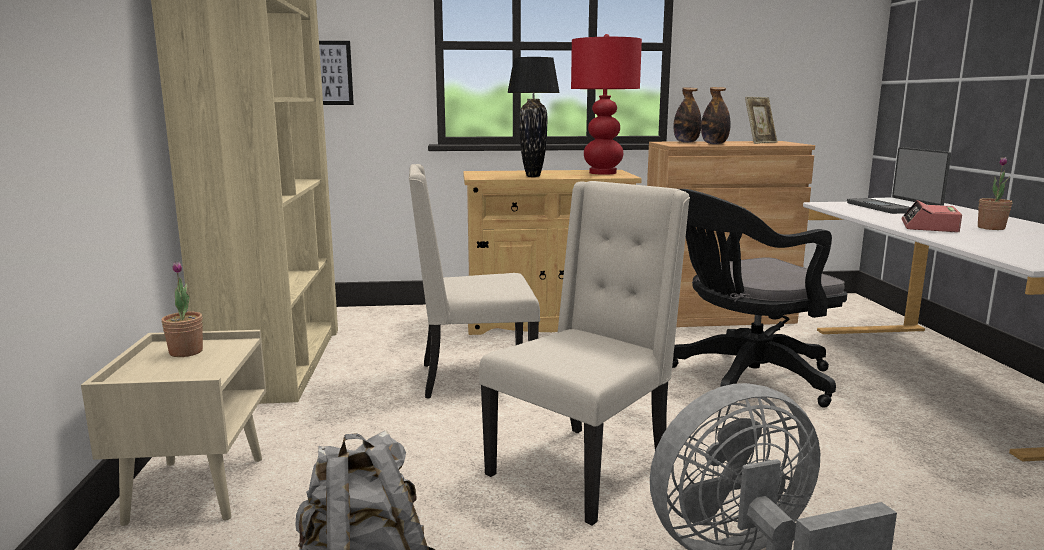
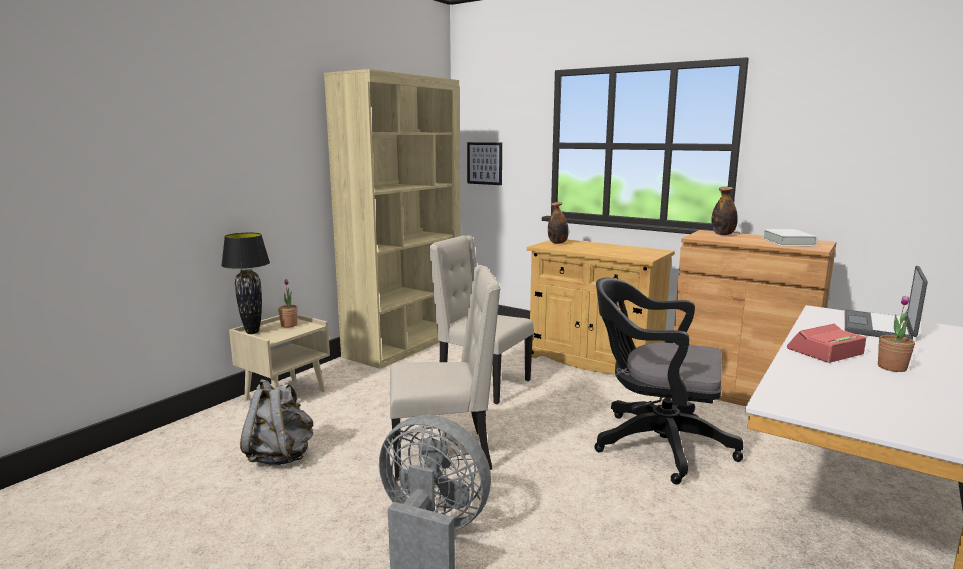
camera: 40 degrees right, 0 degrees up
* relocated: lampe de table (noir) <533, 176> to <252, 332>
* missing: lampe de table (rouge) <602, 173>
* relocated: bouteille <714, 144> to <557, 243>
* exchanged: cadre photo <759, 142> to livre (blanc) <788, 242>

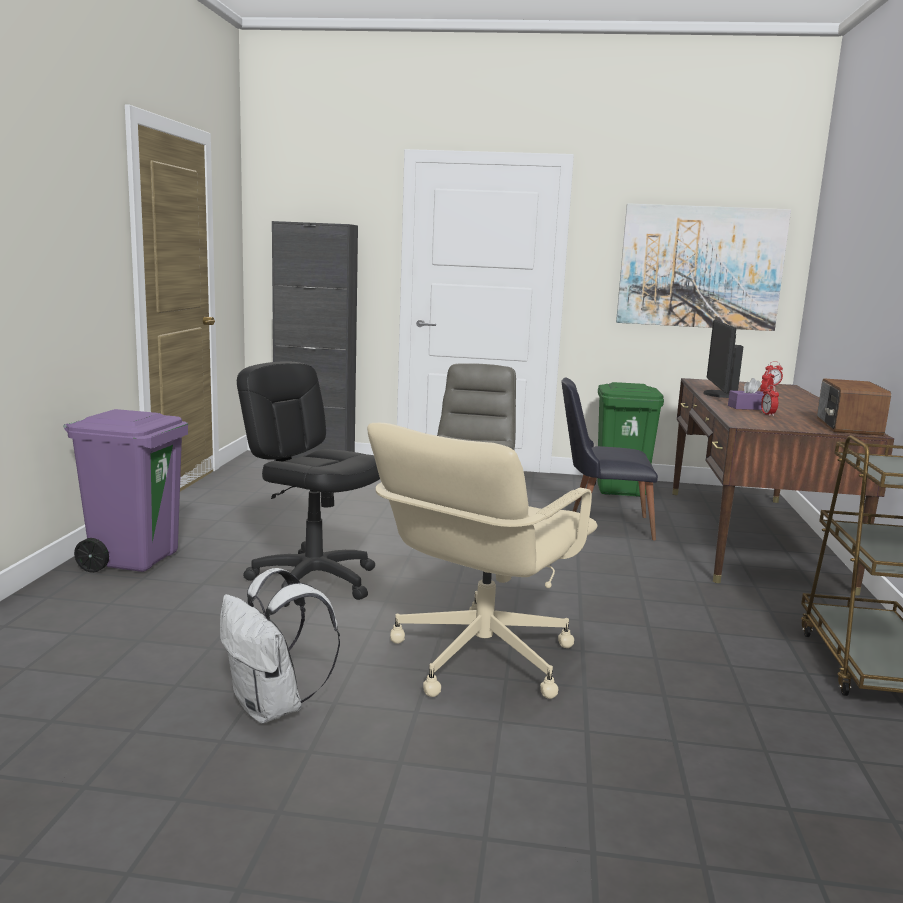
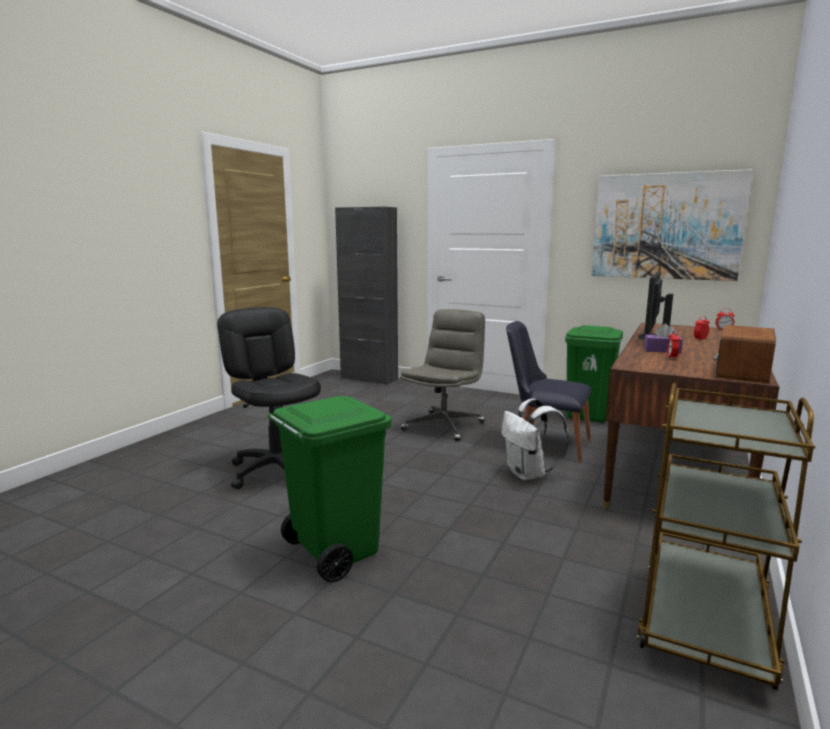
camera: 20 degrees right, 0 degrees up
* missing: poubelle (violet) <134, 559>
* relocated: sac à dos (blanc) <272, 708> to <528, 474>
* exchanged: chaise de bureau (beige) <479, 658> to poubelle (vert) <334, 551>

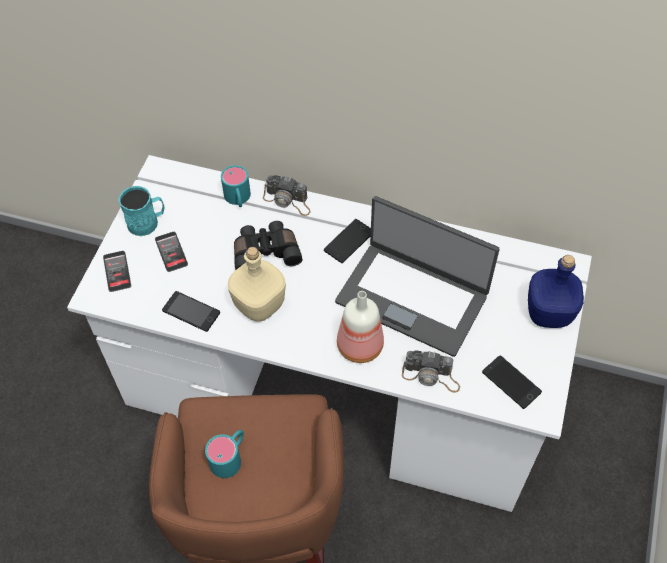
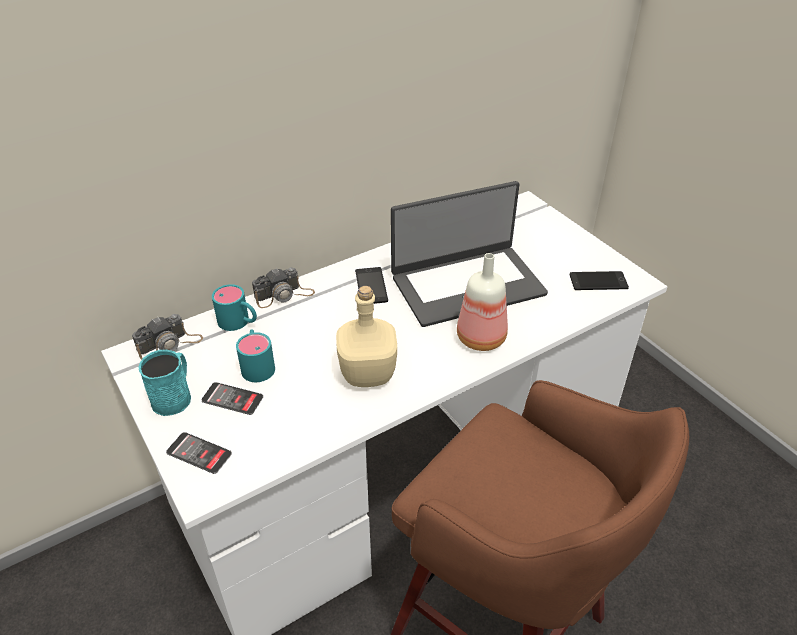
camera: 50 degrees left, 15 degrees down
* missing: téléphone <191, 311>
* relocated: mug (turquoise) <230, 457> to <257, 364>
* missing: jumelles (noir) <266, 252>
* relocated: appareil photo <431, 376> to <169, 344>
* missing: bouteille (bleu) <549, 314>

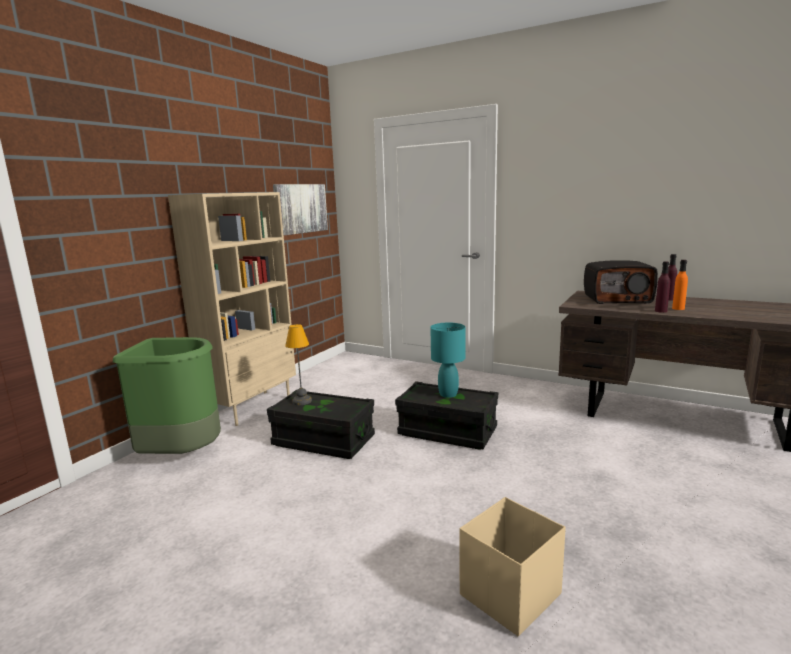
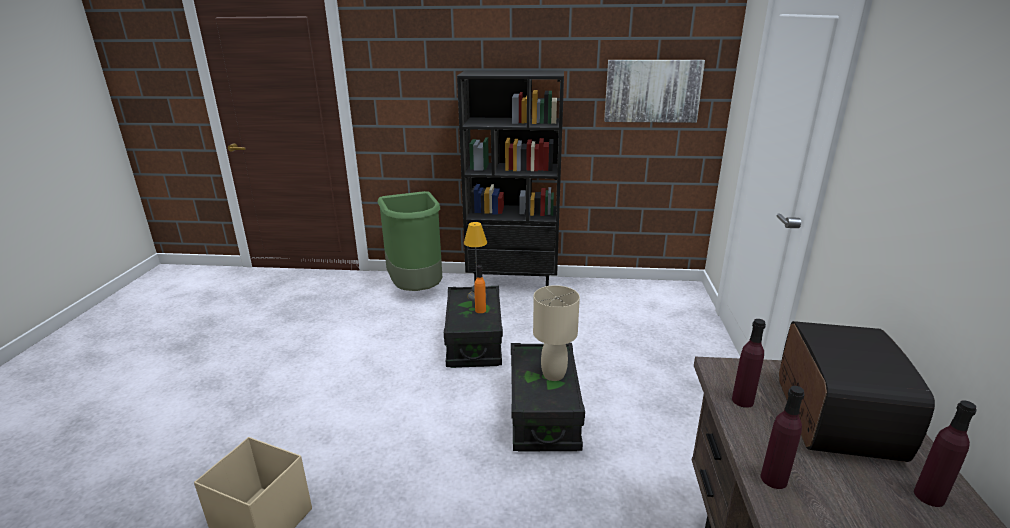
camera: 65 degrees right, 10 degrees up
* colour: bibliothèque (beige) <251, 407> to bibliothèque (noir) <513, 284>
* colour: lampe de table (turquoise) <448, 394> to lampe de table (beige) <553, 375>
* spun: radio <617, 299> = <832, 417> 150 degrees counterclockwise
* relocated: bouteille (orange) <678, 308> to <480, 310>
* appeared: bouteille (violet) <742, 400>

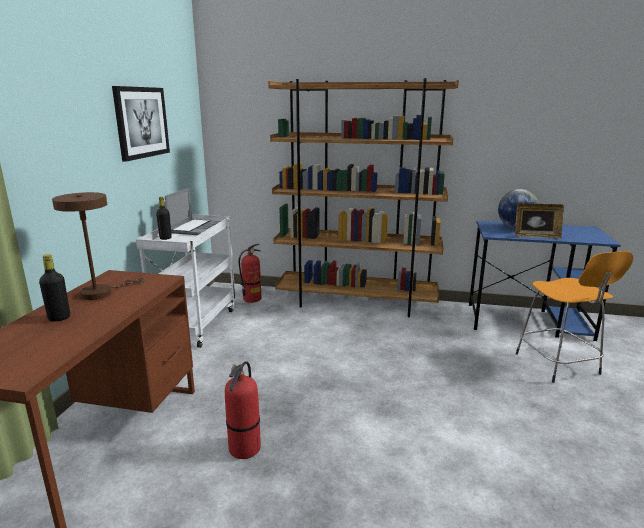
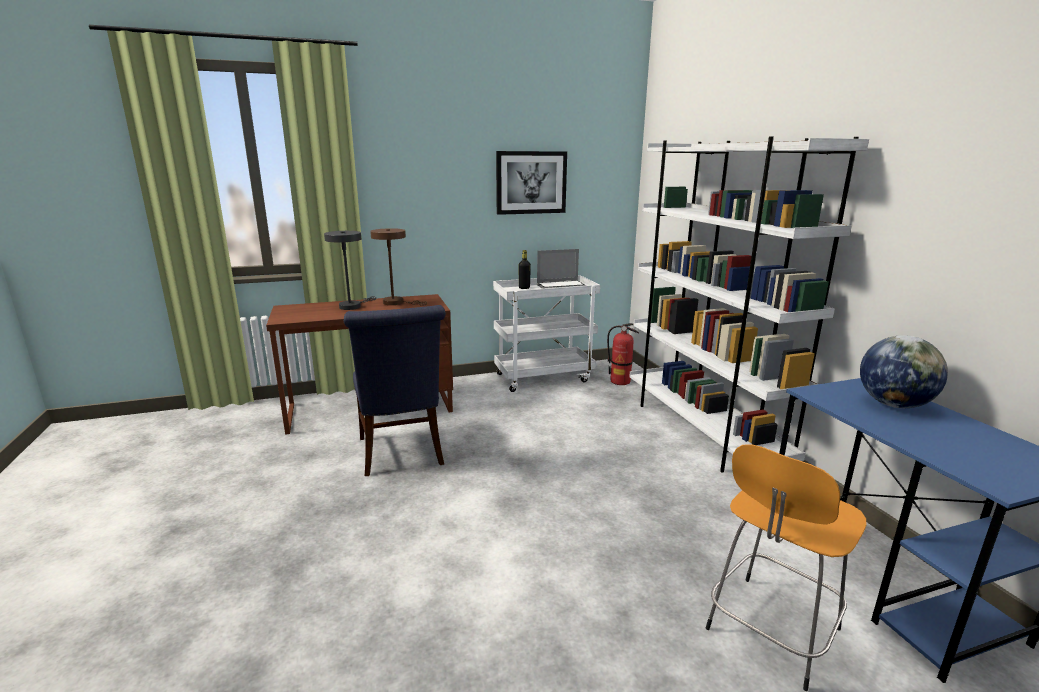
camera: 60 degrees right, 0 degrees up
* exchanged: bouteille (noir) <59, 318> to lampe de table (gris) <352, 306>
* exchanged: extincteur <245, 449> to chaise (bleu) <402, 454>
* colour: bibliothèque (marron) <357, 303> to bibliothèque (blanc) <701, 431>
* missing: cadre photo <536, 236>

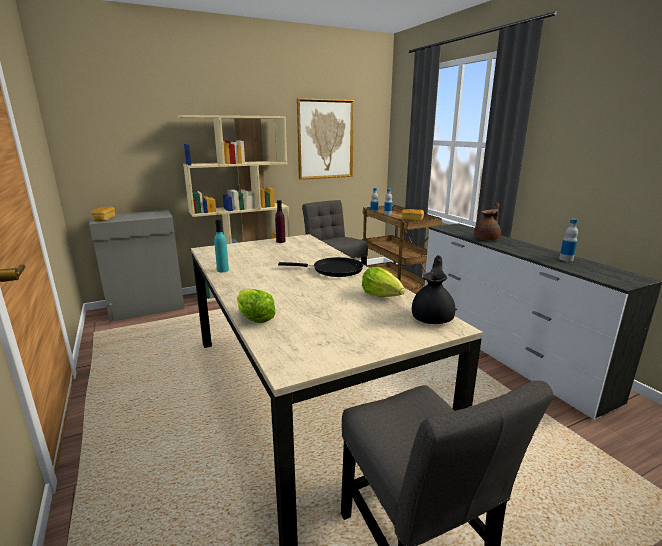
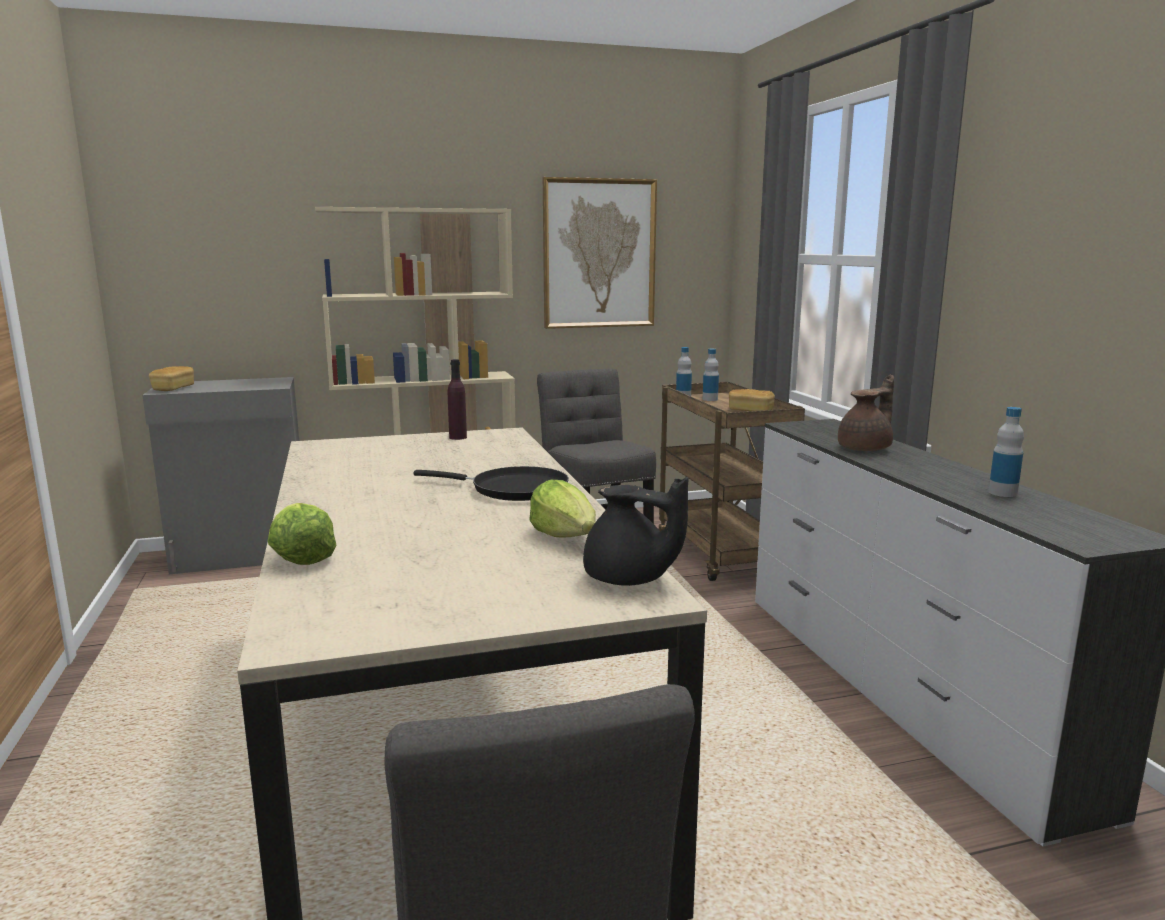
camera: 10 degrees right, 5 degrees down
* missing: bouteille (turquoise) <223, 270>
* spun: théière (noir) <433, 317> = <629, 579> 90 degrees clockwise

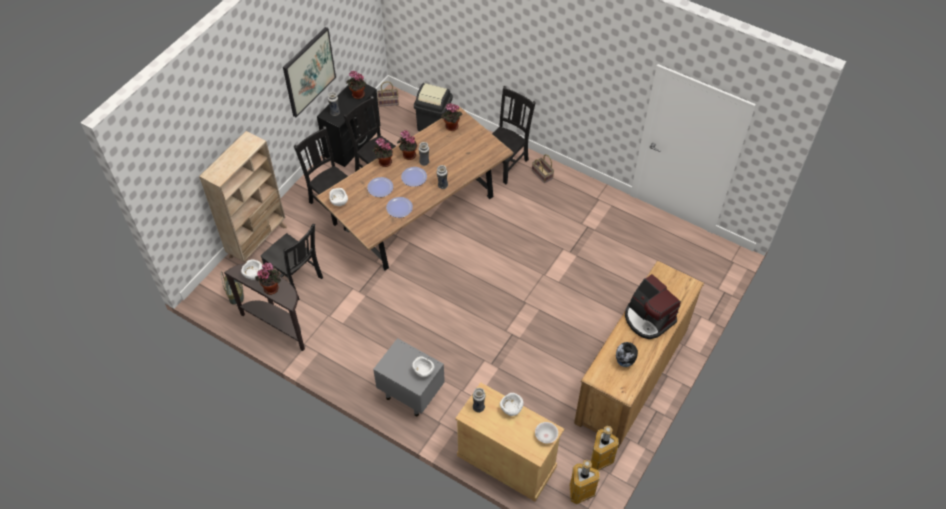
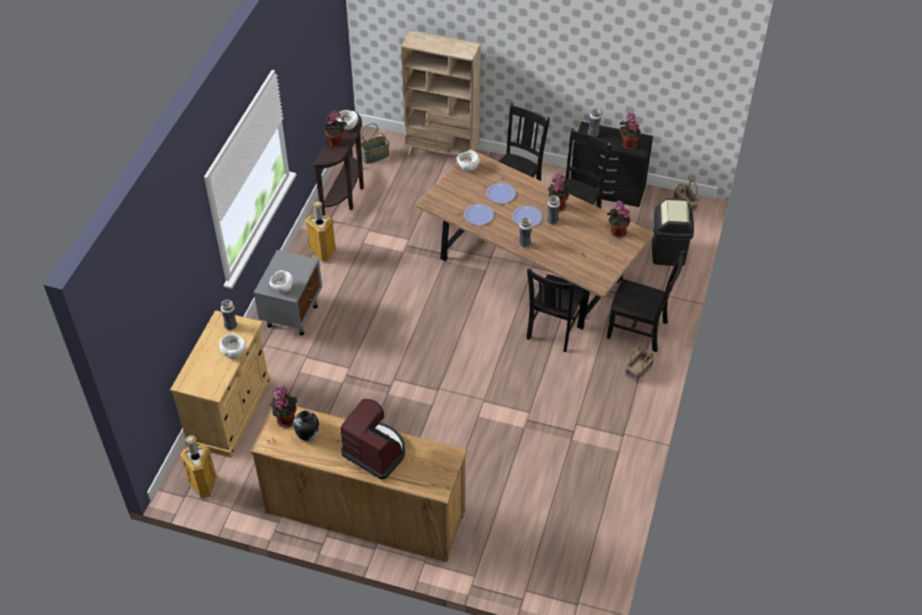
camera: 75 degrees right, 5 degrees down
* relocated: chaise (noir) <296, 278> to <554, 329>
* missing: tableau <309, 71>
* relocated: plante en pot <384, 162> to <285, 419>
* missing: bol (blanc) <545, 436>
* relocated: poubelle <599, 460> to <322, 252>
* spun: machine à café <648, 318> = <375, 451> 90 degrees clockwise

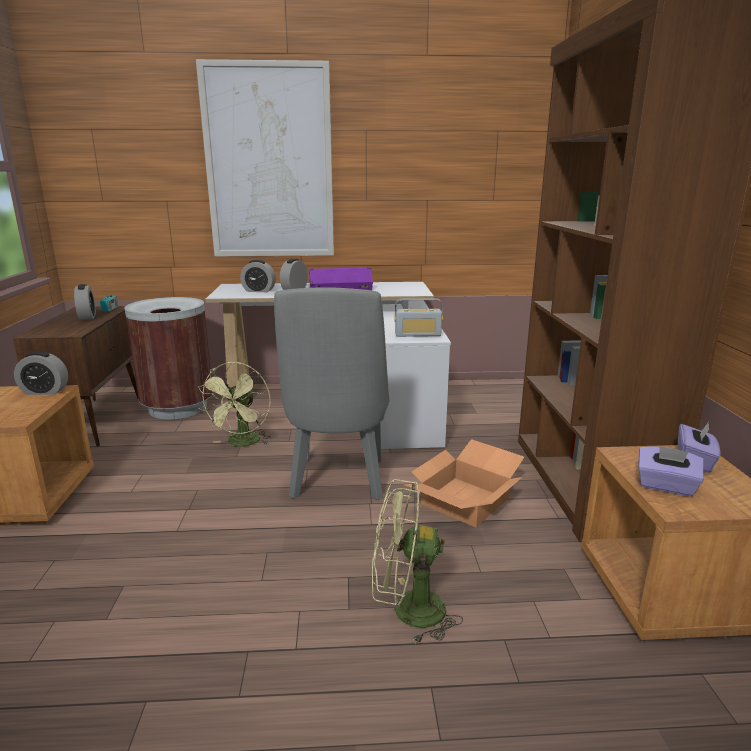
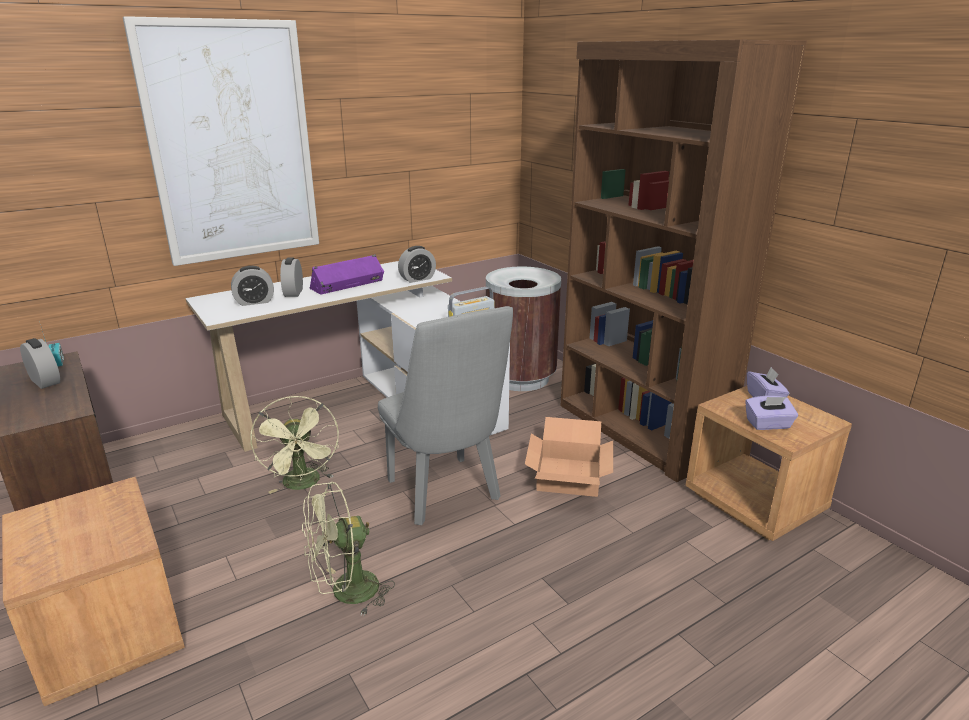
camera: 30 degrees left, 5 degrees up
* relocated: réveil <45, 391> to <417, 279>
* relocated: poubelle (marron) <178, 408> to <521, 378>
* relocated: ventilateur (vert) <407, 611> to <345, 593>

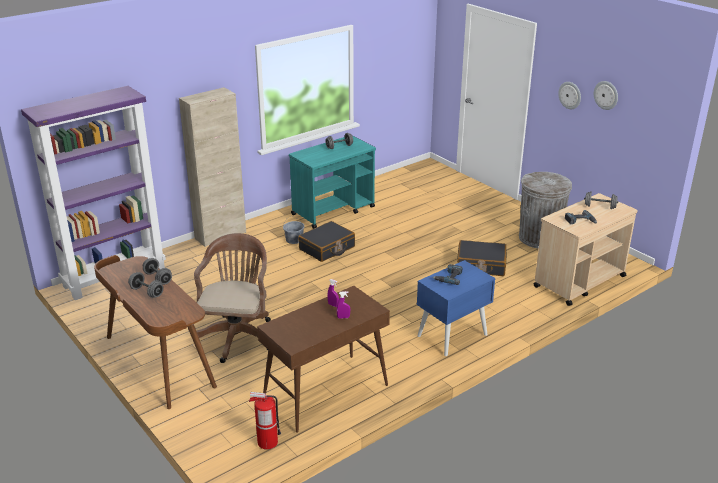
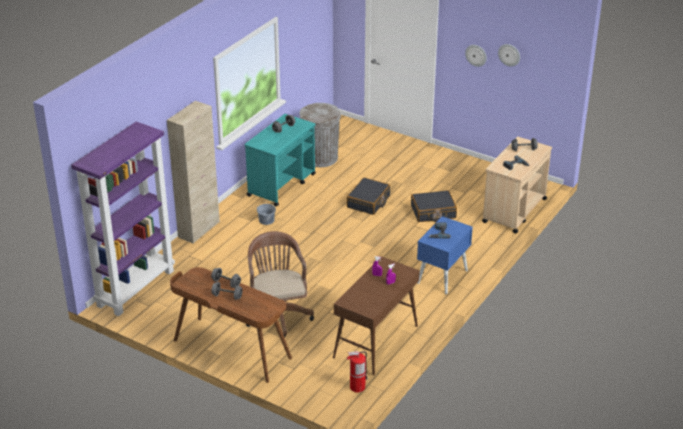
camera: 20 degrees left, 5 degrees up
* relocated: valise (noir) <327, 248> to <368, 202>
* relocated: poubelle (gris) <539, 238> to <320, 158>

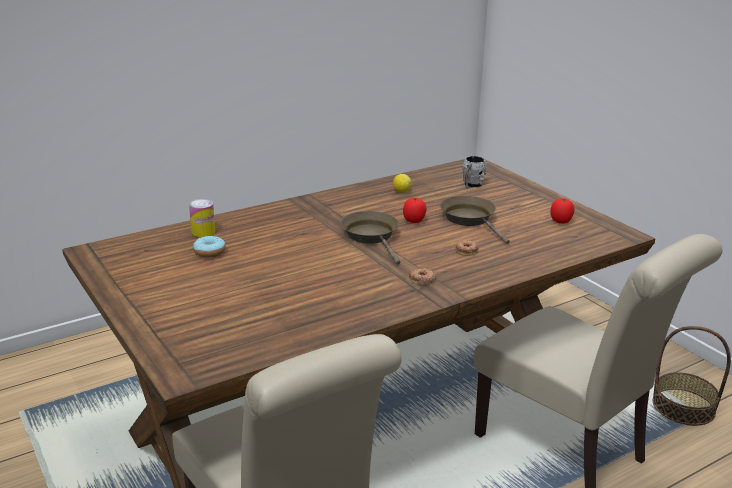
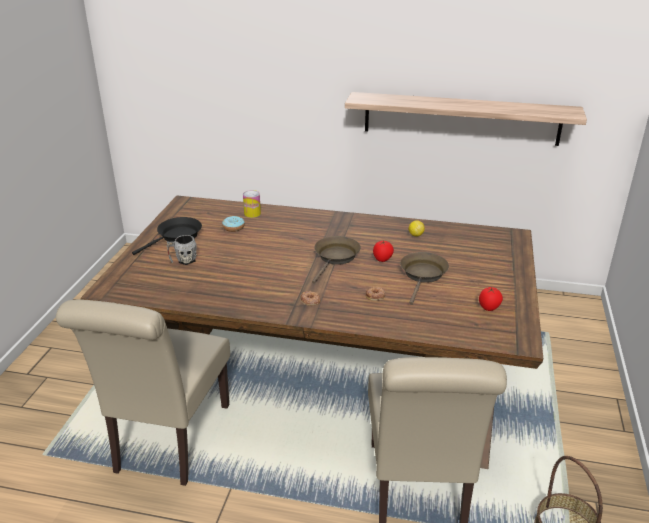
camera: 45 degrees right, 5 degrees up
* relocated: mug (gris) <471, 185> to <183, 260>
* appeared: poêle (noir) <177, 237>
* appeared: étagère <461, 118>

